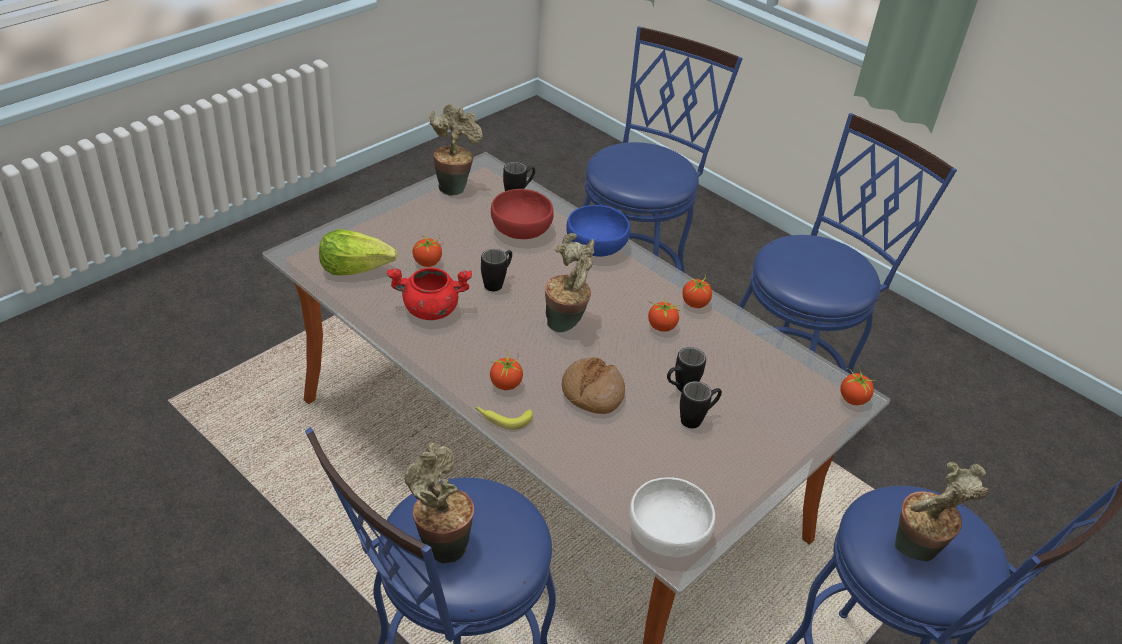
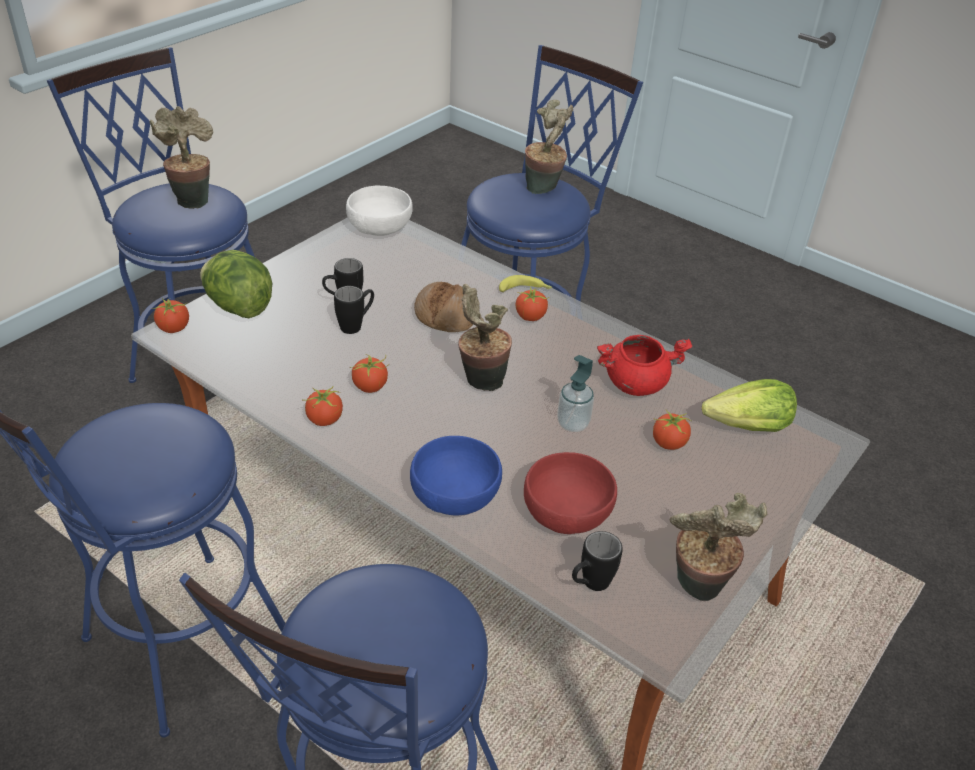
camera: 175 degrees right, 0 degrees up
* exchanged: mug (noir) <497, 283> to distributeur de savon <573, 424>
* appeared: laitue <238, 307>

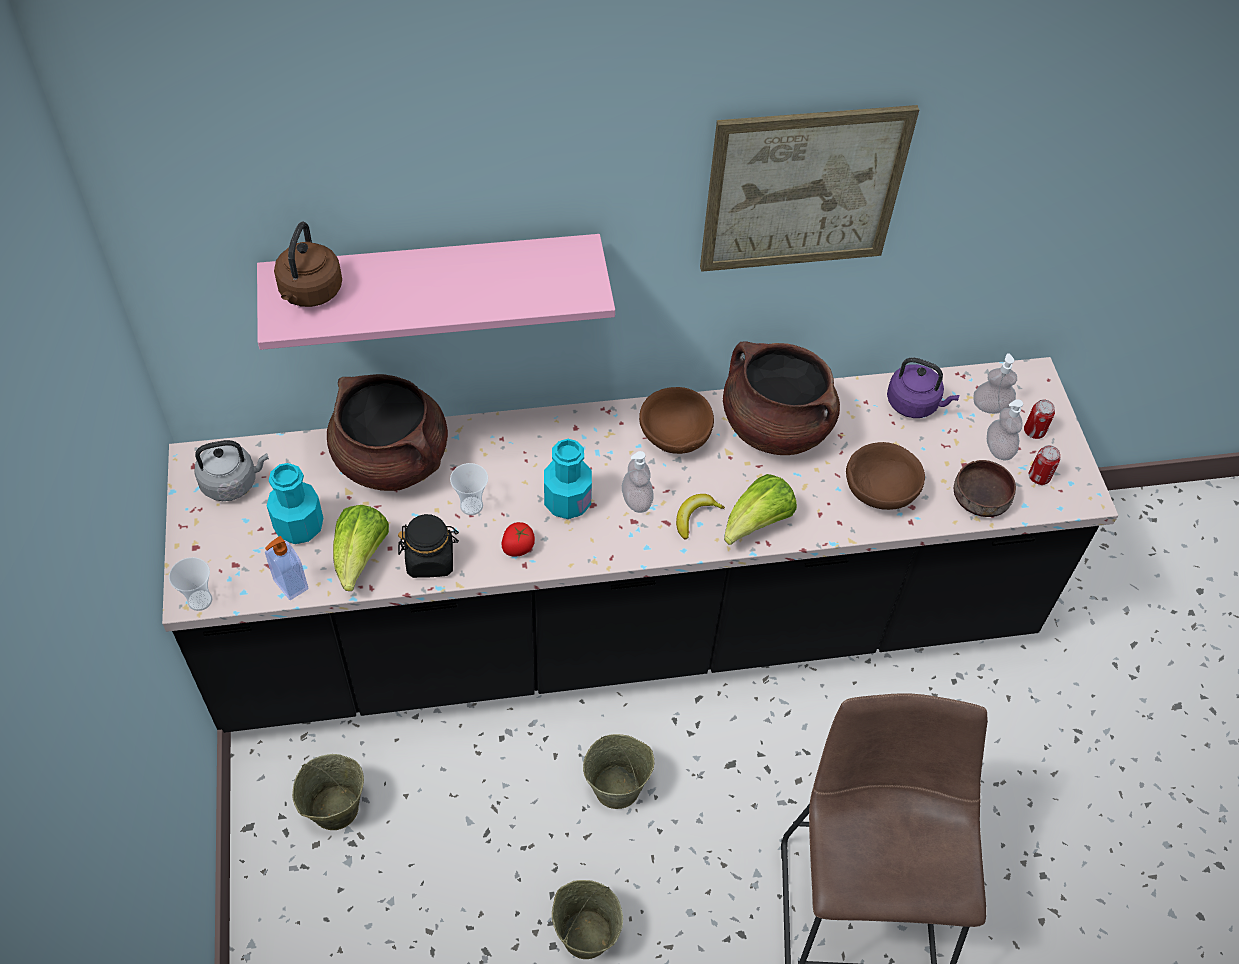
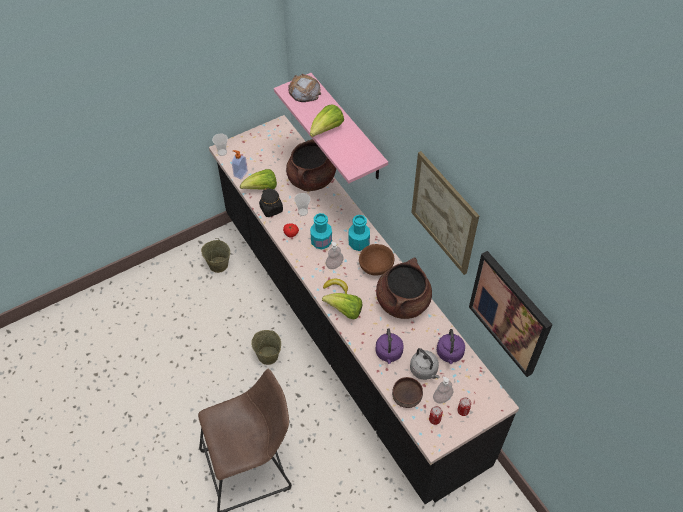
camera: 70 degrees right, 0 degrees up
* relocated: bouilloire (gris) <232, 482> to <424, 370>
* relocated: bouteille (turquoise) <299, 526> to <359, 243>
* exchanged: bouilloire (marron) <310, 293> to pain <304, 91>
* missing: seau (beige) <585, 934>
* exchanged: bol (marron) <880, 491> to bouilloire (violet) <389, 353>
* missing: distributeur de savon <990, 406>
* appeared: laitue <326, 130>
* appeared: tableau <510, 313>

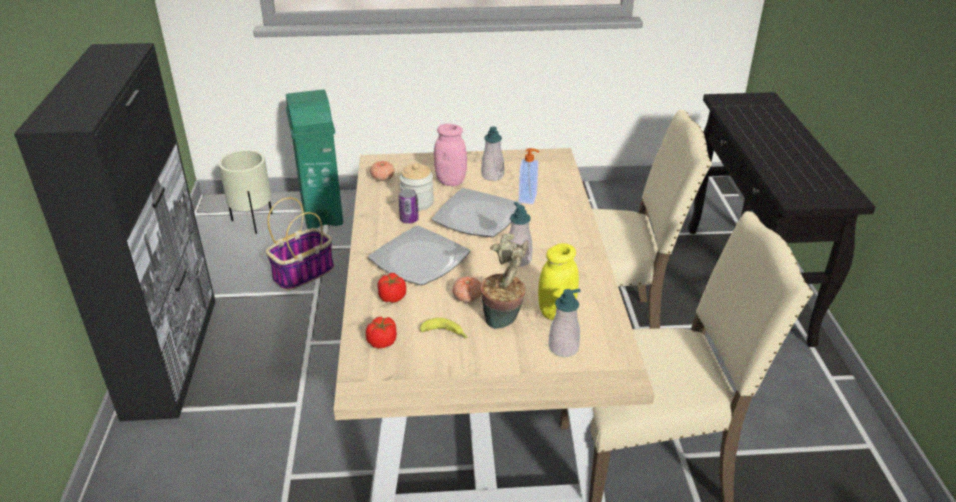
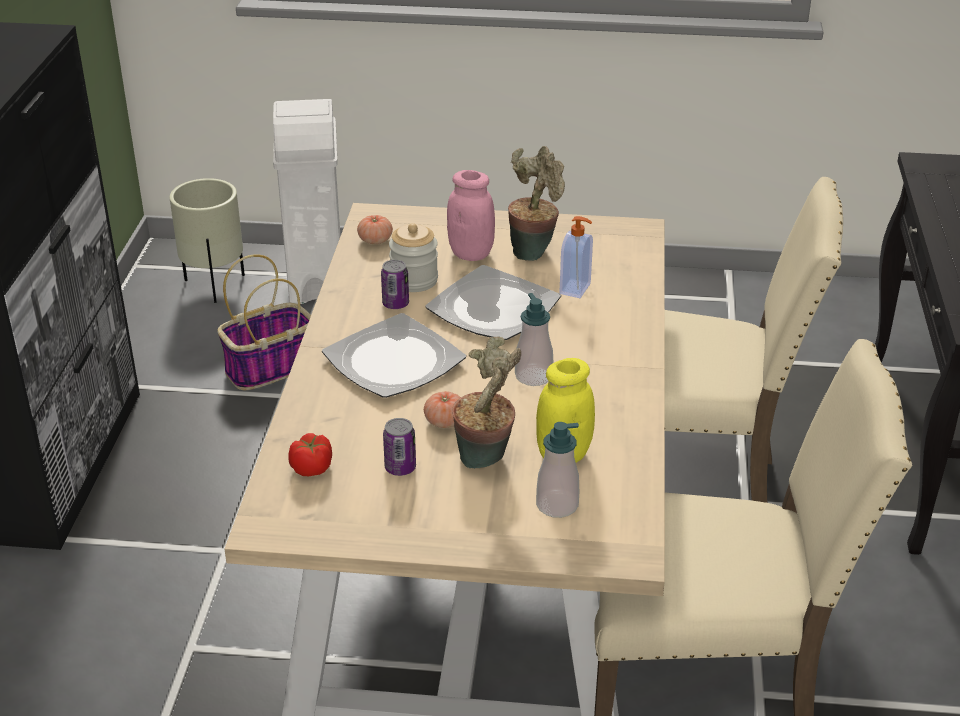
camera: 10 degrees right, 0 degrees up
* colour: poubelle (vert) <322, 212> to poubelle (blanc) <317, 280>
* missing: tomate <392, 297>
* exchanged: banane <445, 334> to boîte métallique <400, 468>
* exchanged: distributeur de savon <492, 176> to plante en pot <534, 251>

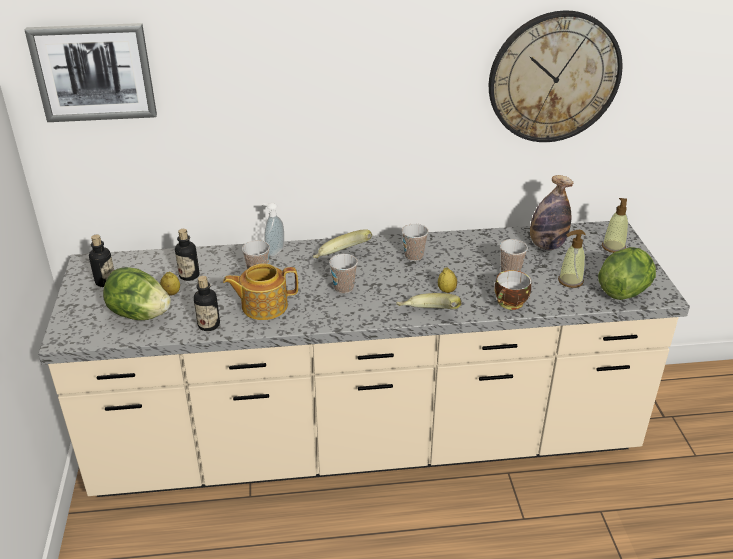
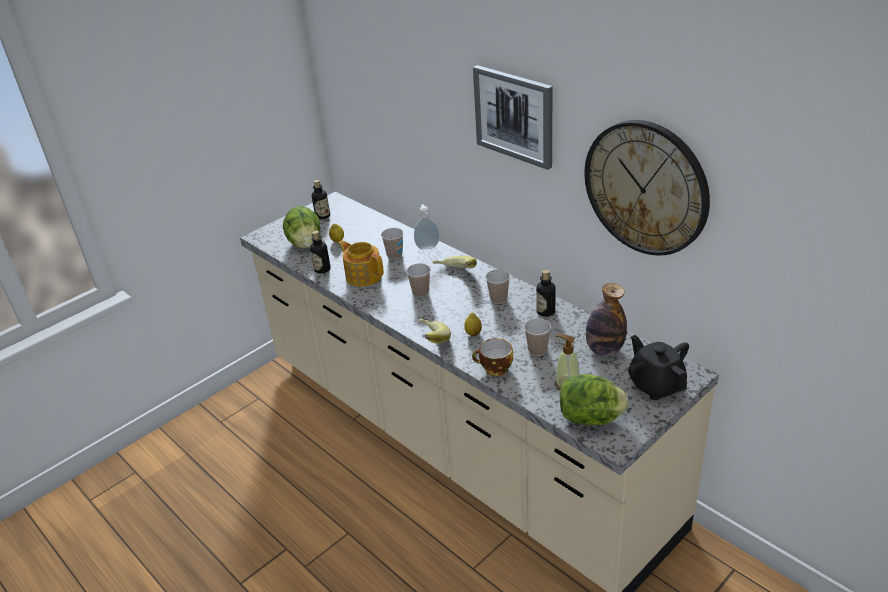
camera: 55 degrees right, 0 degrees up
* relocated: tableau <94, 72> to <514, 116>
* relocated: bouteille <189, 275> to <545, 311>
* exchanged: distributeur de savon <613, 247> to théière (noir) <656, 385>

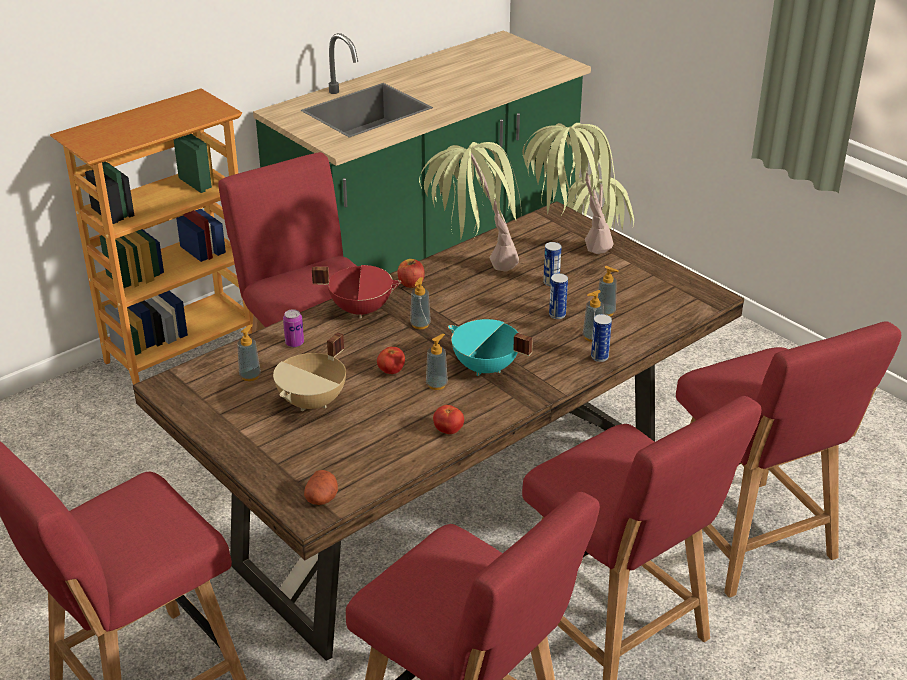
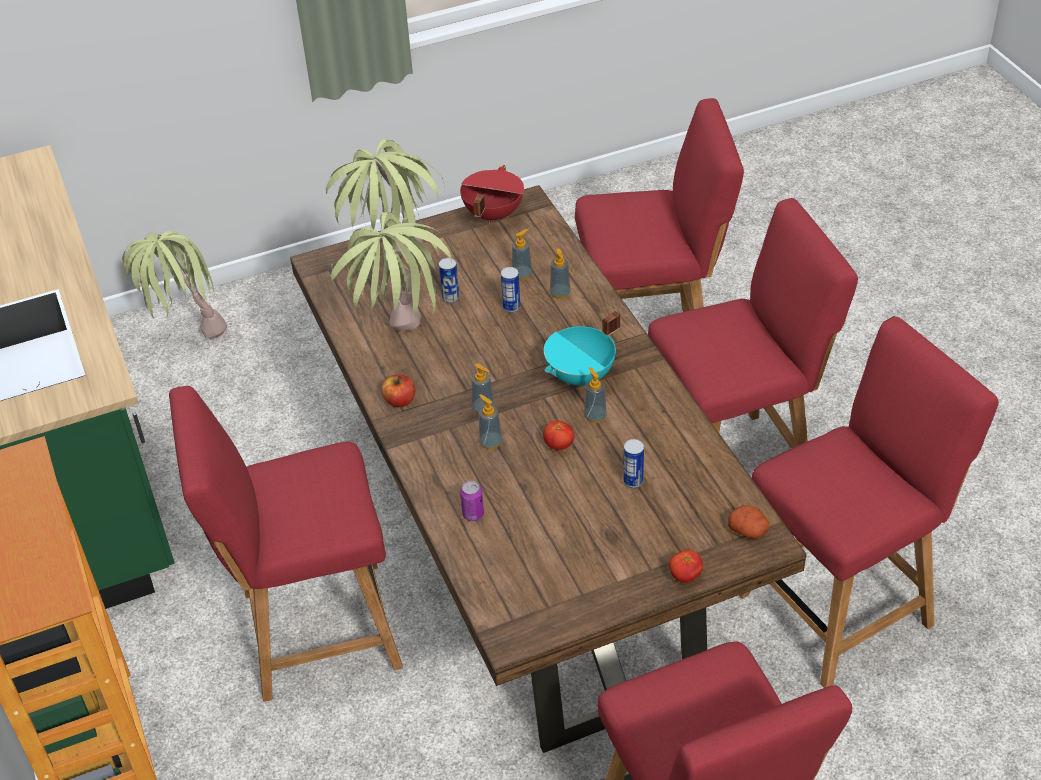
camera: 70 degrees left, 10 degrees up
* relocated: distributeur de savon <250, 376> to <490, 442>
* missing: marmite (beige) <313, 402>
* relocated: marmite (rouge) <360, 309> to <492, 214>
* relocated: tomate <448, 430> to <685, 576>
* relocated: boîte métallique <599, 357> to <633, 481>

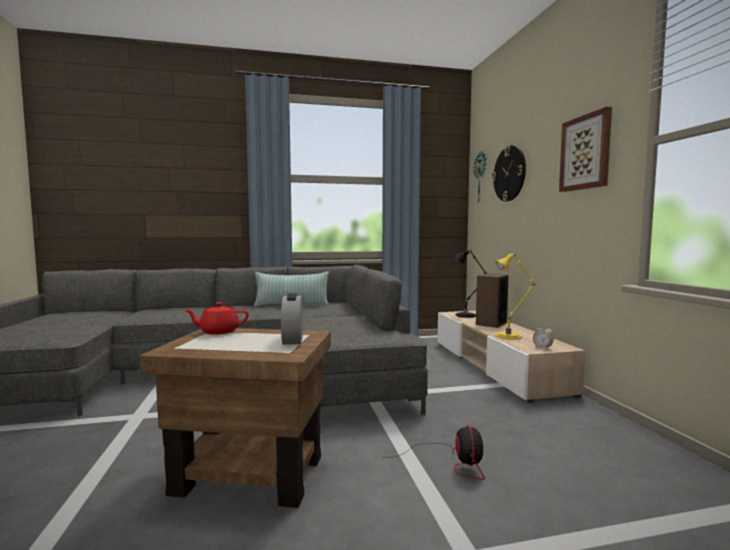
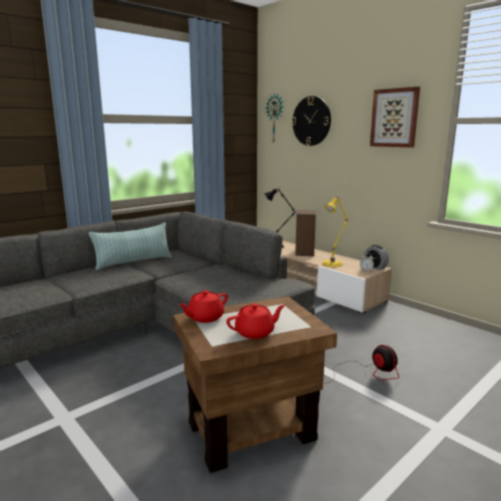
camera: 30 degrees left, 10 degrees up
* relocated: réveil <292, 340> to <375, 267>
* appeared: théière (rouge) <255, 333>

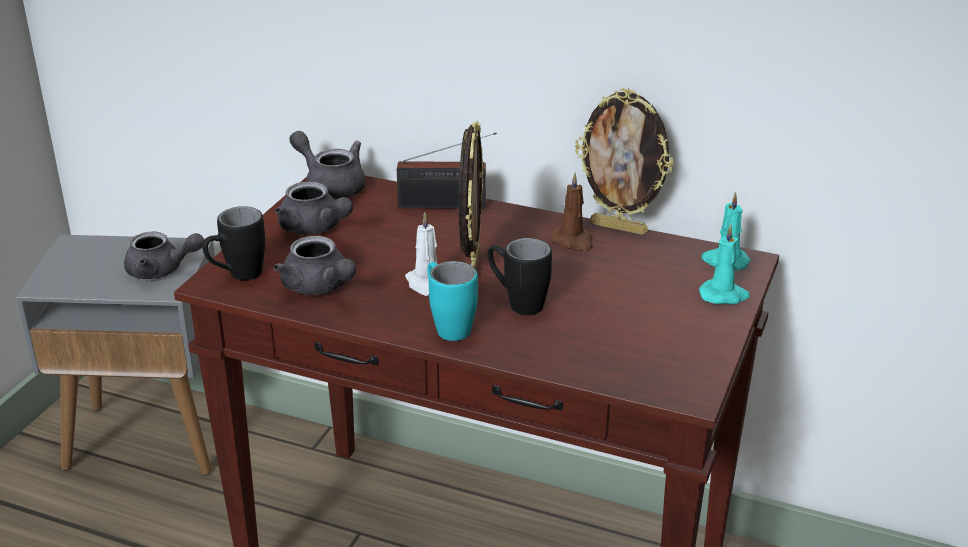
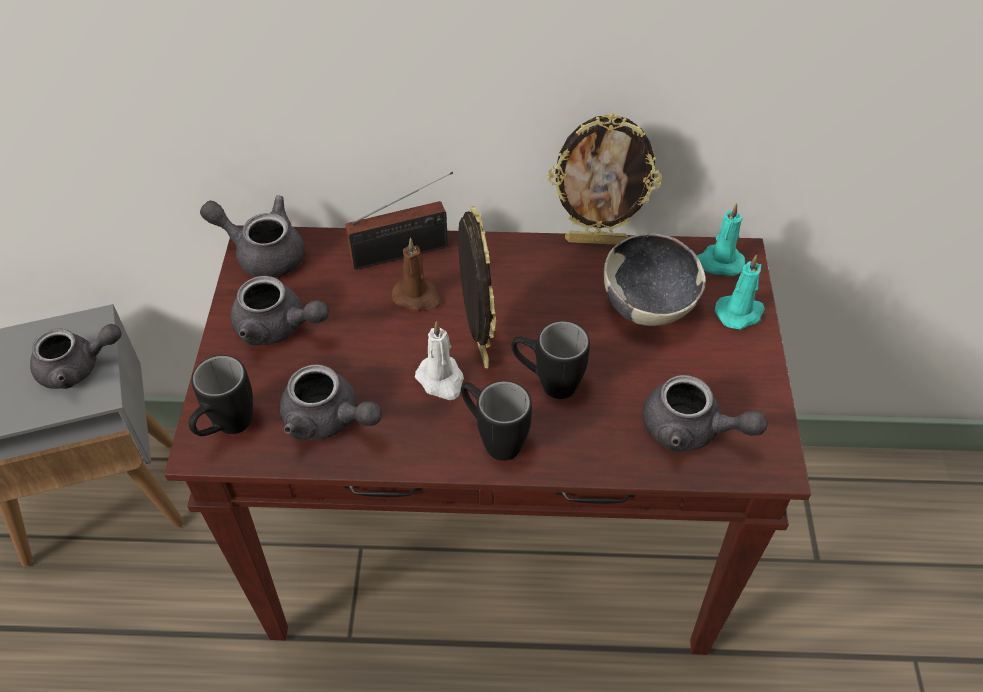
camera: 20 degrees left, 20 degrees up
* colour: mug (turquoise) <448, 325> to mug (noir) <493, 438>
* relocated: bougie (marron) <573, 241> to <417, 297>
* appeared: bol <648, 306>
* appeared: théière (gris) <691, 430>

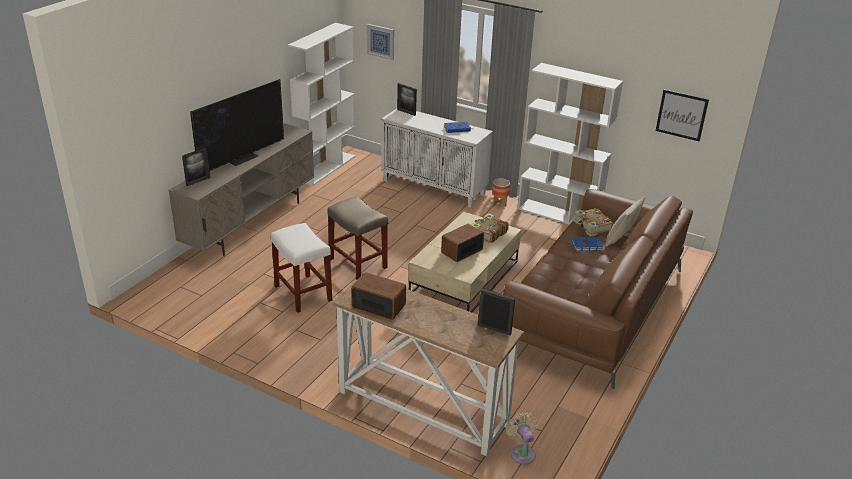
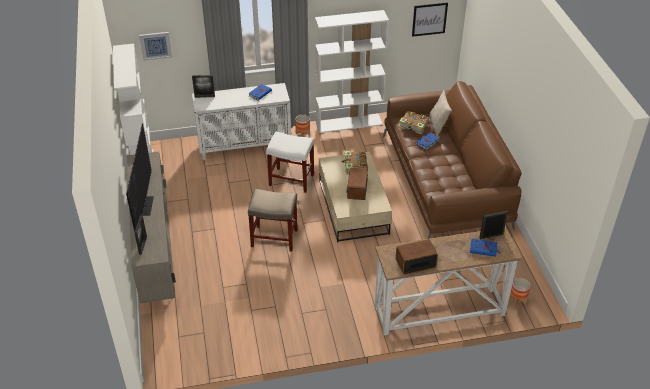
camera: 40 degrees left, 10 degrees up
* relocated: tabouret (blanc) <302, 293> to <291, 180>
* exchanged: ventilateur (beige) <522, 452> to cache-pot <517, 300>
* appeared: livre (bleu) <484, 249>

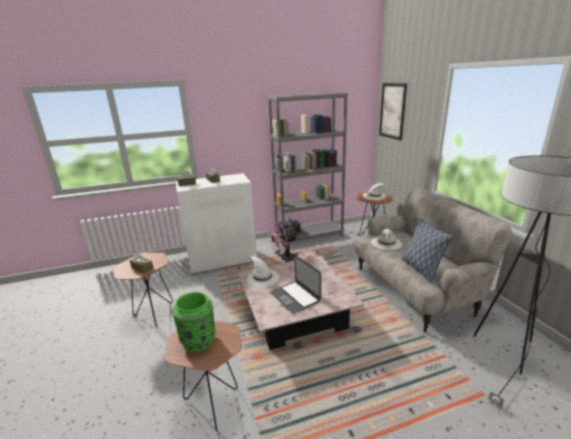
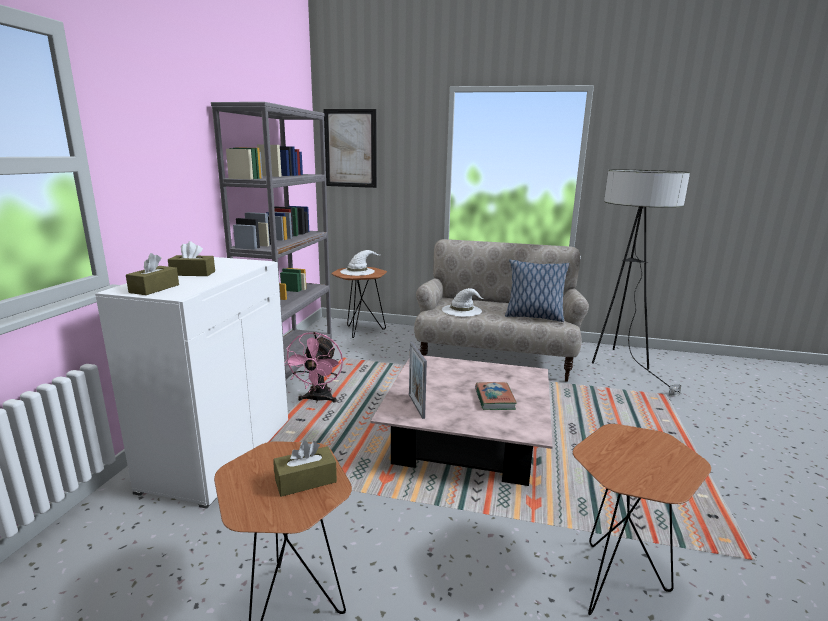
camera: 60 degrees left, 5 degrees down
* missing: vase (vert) <198, 340>
* exchanged: chapeau (blanc) <262, 277> to cadre photo <416, 406>
* exchanged: ordinateur portable <295, 297> to livre <494, 399>

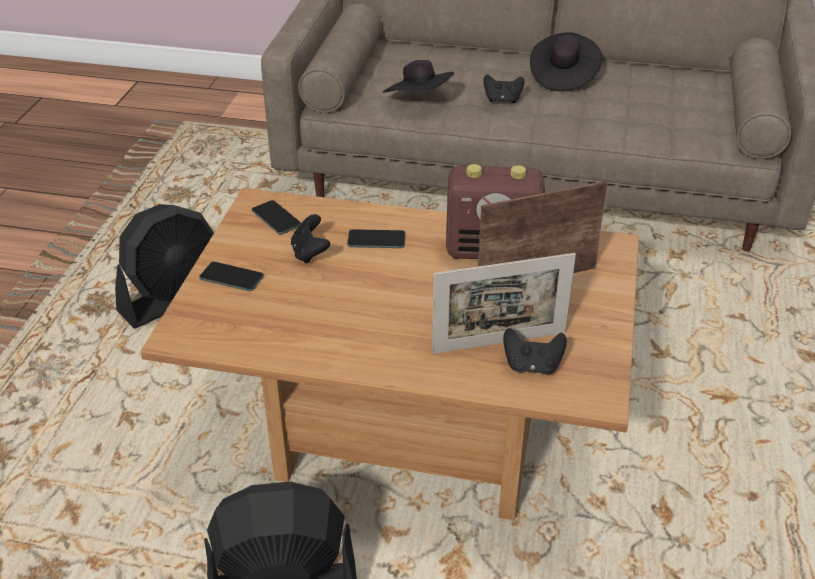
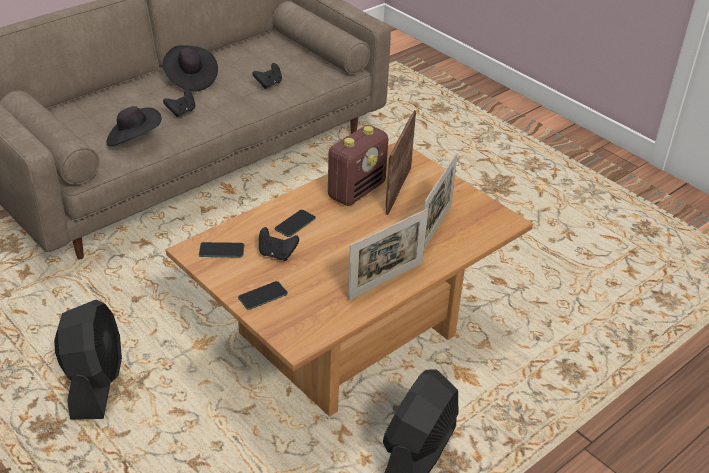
camera: 55 degrees left, 0 degrees up
* relocated: manette (noir) <532, 366> to <269, 84>
* appeared: cadre photo <386, 281>

